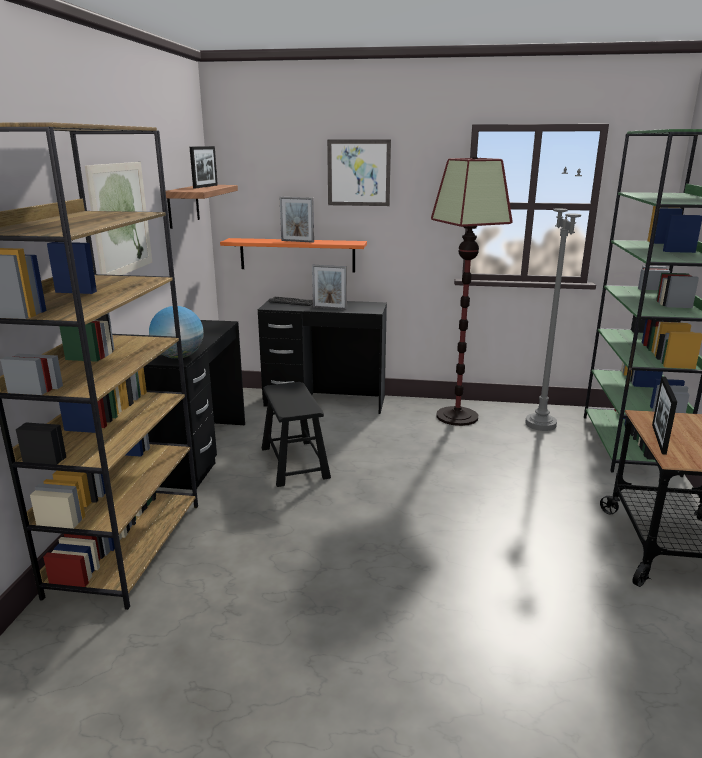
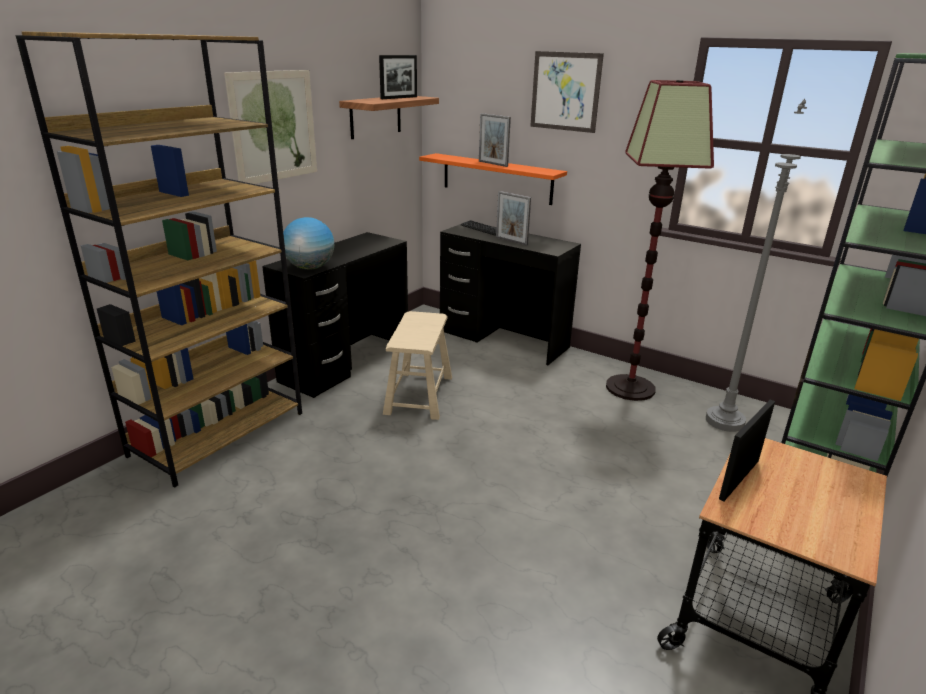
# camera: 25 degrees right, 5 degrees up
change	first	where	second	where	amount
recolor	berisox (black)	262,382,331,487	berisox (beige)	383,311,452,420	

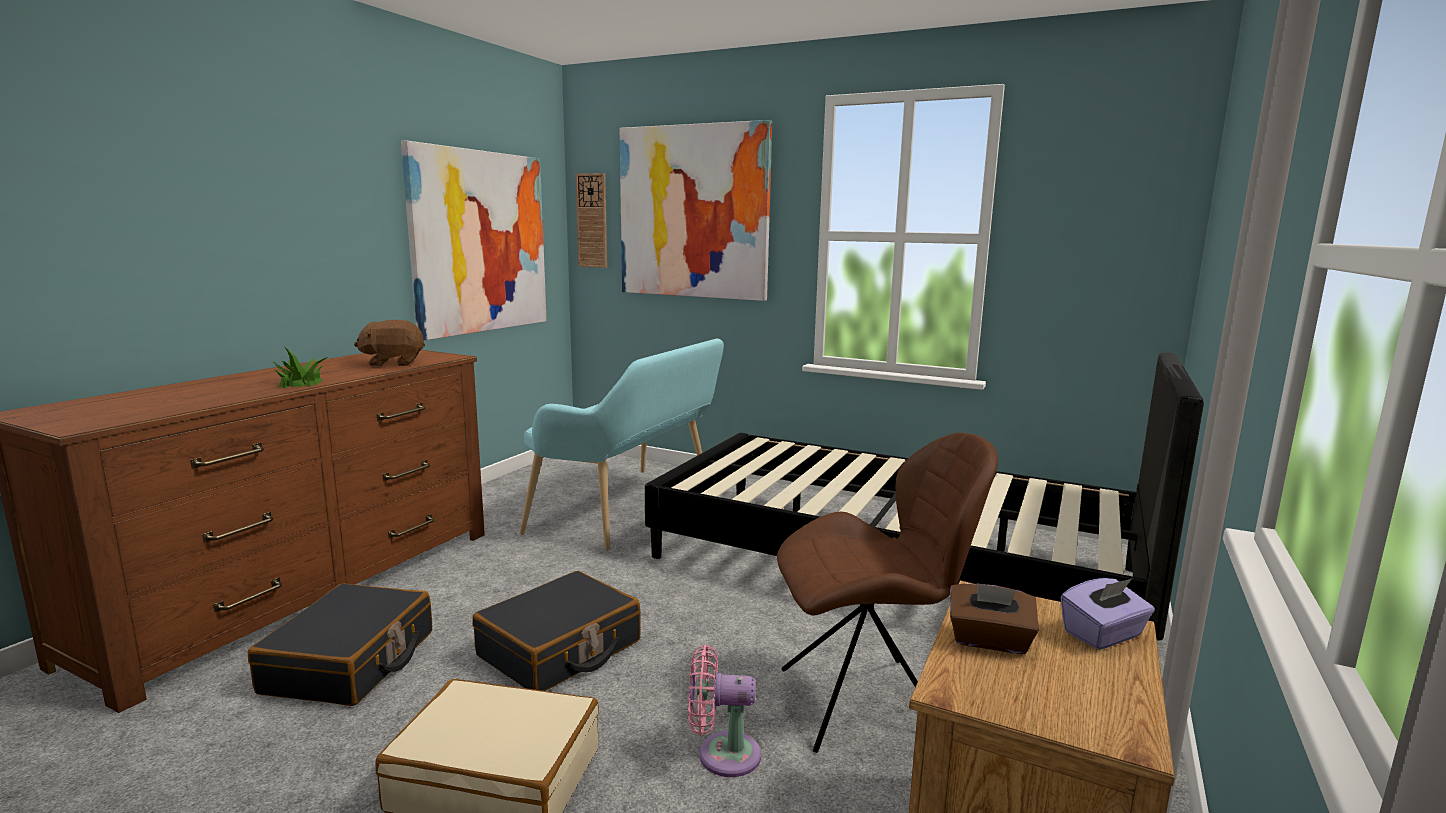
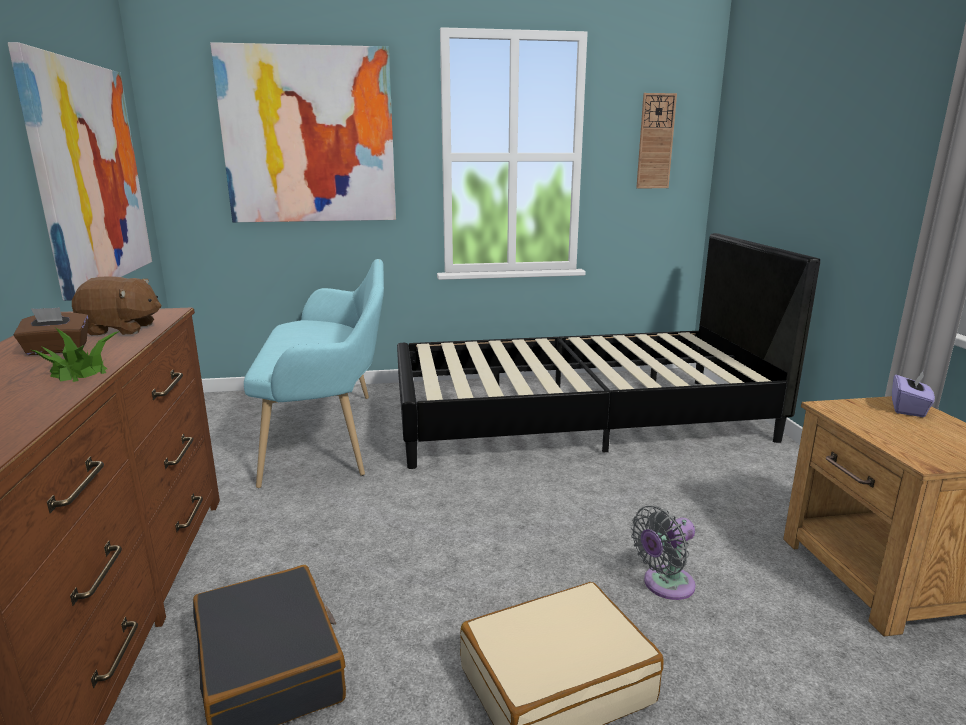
# camera: 35 degrees left, 5 degrees up
change	first	where	second	where	amount
delete	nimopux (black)	472,571,641,691			
delete	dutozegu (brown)	777,433,998,753			
move	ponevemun	576,173,607,268		636,93,677,189	
move	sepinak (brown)	950,583,1039,654		14,307,88,355	
recolor	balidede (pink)	688,645,761,777	balidede (grey)	631,505,696,600	
rotate	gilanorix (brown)	354,320,425,367		72,276,161,335	135 degrees counterclockwise

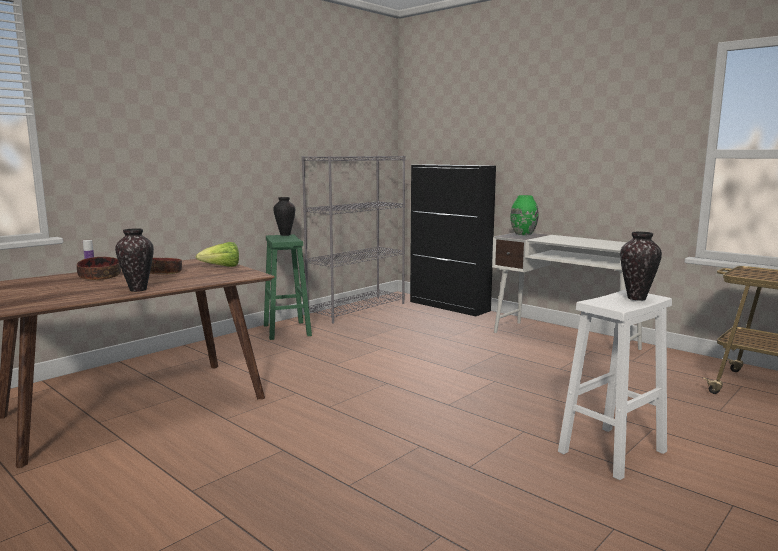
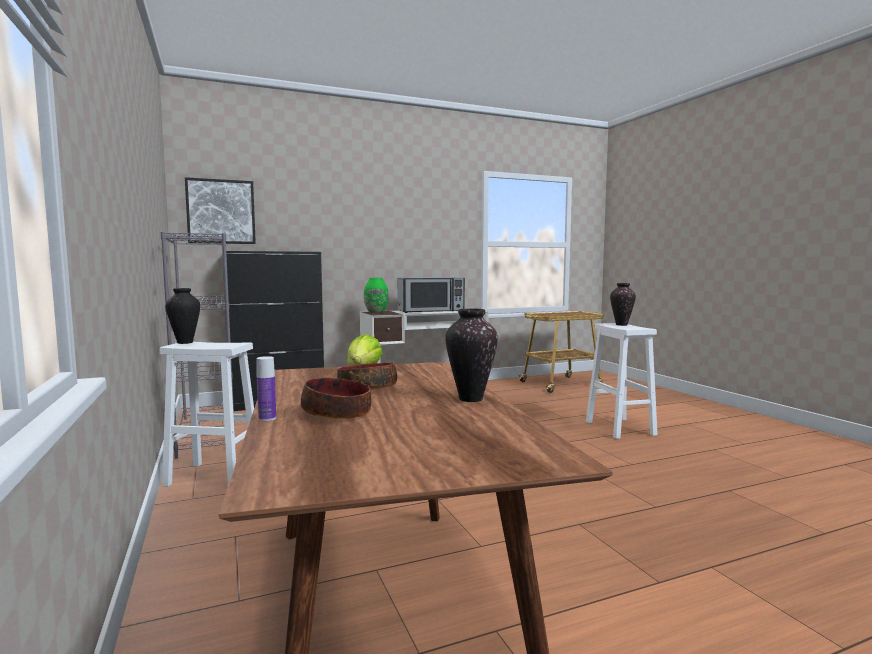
# camera: 65 degrees left, 5 degrees down
change	first	where	second	where	amount
insert			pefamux	185,177,256,244	
insert			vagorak	397,277,465,313	
recolor	berisox (green)	264,234,312,340	berisox (white)	159,342,254,487	

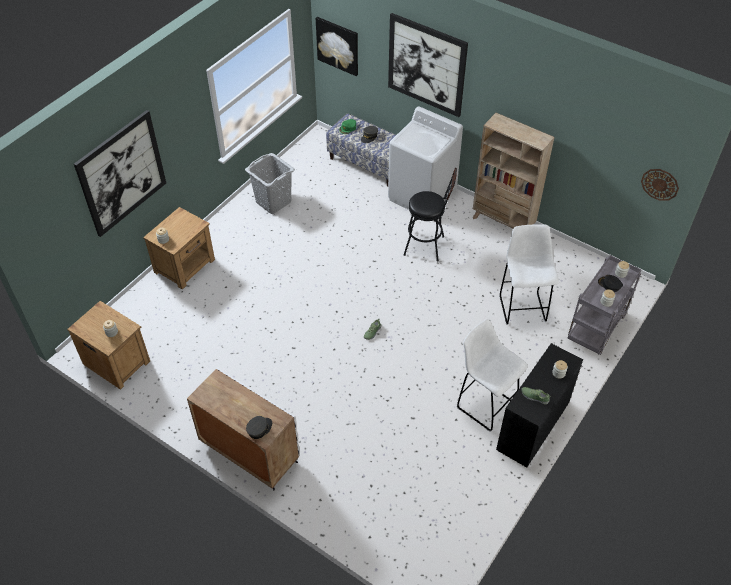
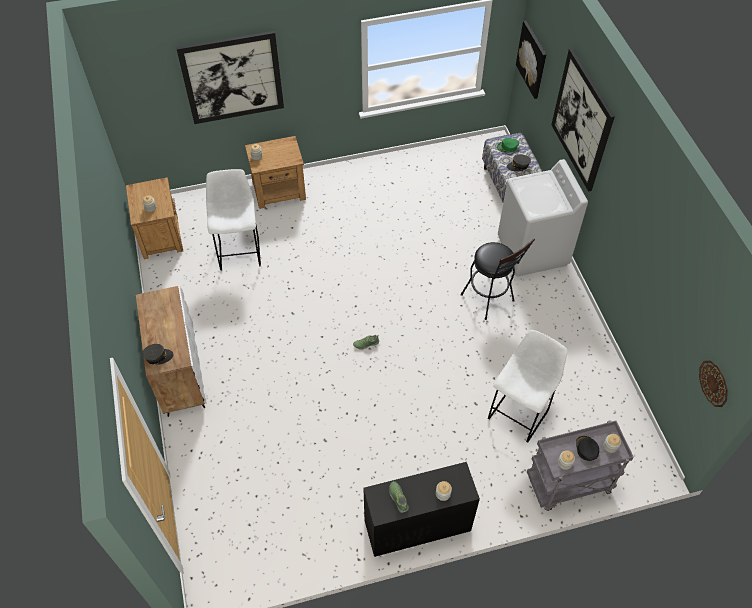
# camera: 40 degrees right, 5 degrees up
change	first	where	second	where	amount
delete	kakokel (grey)	245,153,295,214			
delete	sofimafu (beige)	473,113,555,228			
move	berisox (white)	457,319,528,432		206,169,261,271	

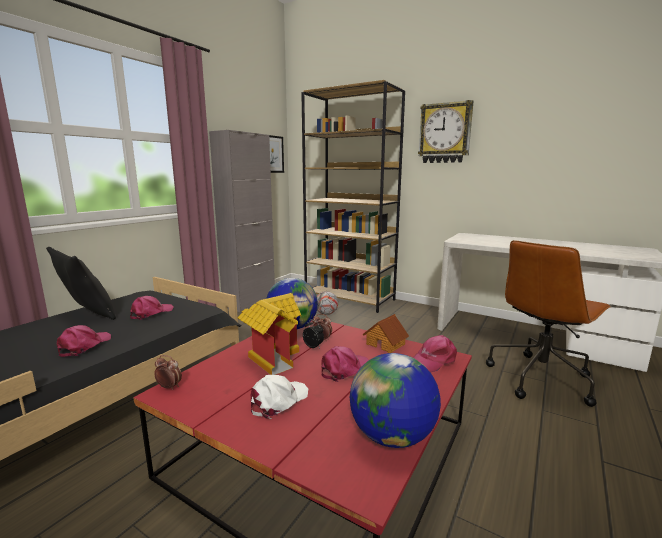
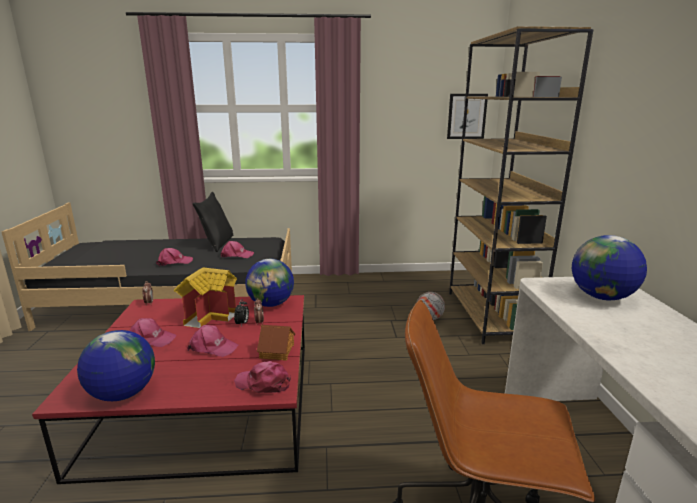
# camera: 55 degrees right, 5 degrees up
change	first	where	second	where	amount
delete	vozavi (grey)	209,130,275,312			
delete	ponevemun	418,100,474,163			
insert			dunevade	572,235,647,300	
recolor	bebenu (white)	251,375,308,419	bebenu (pink)	129,318,177,347	

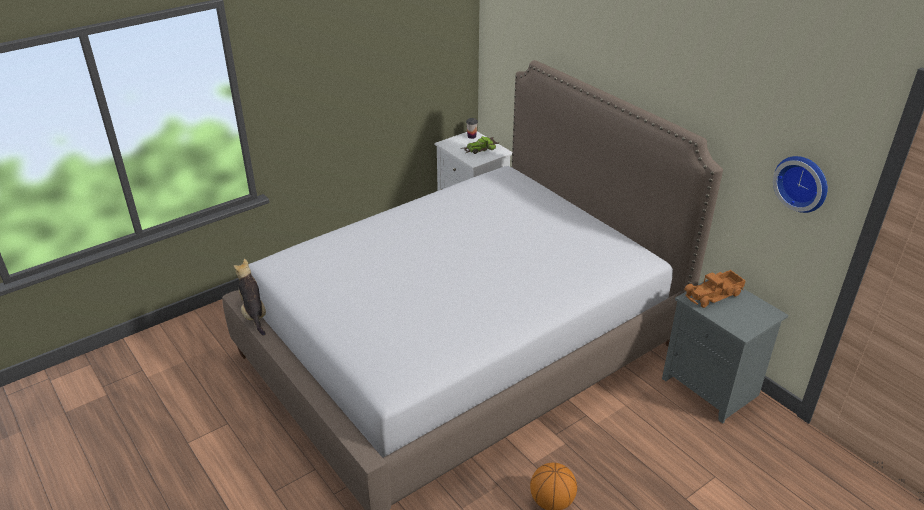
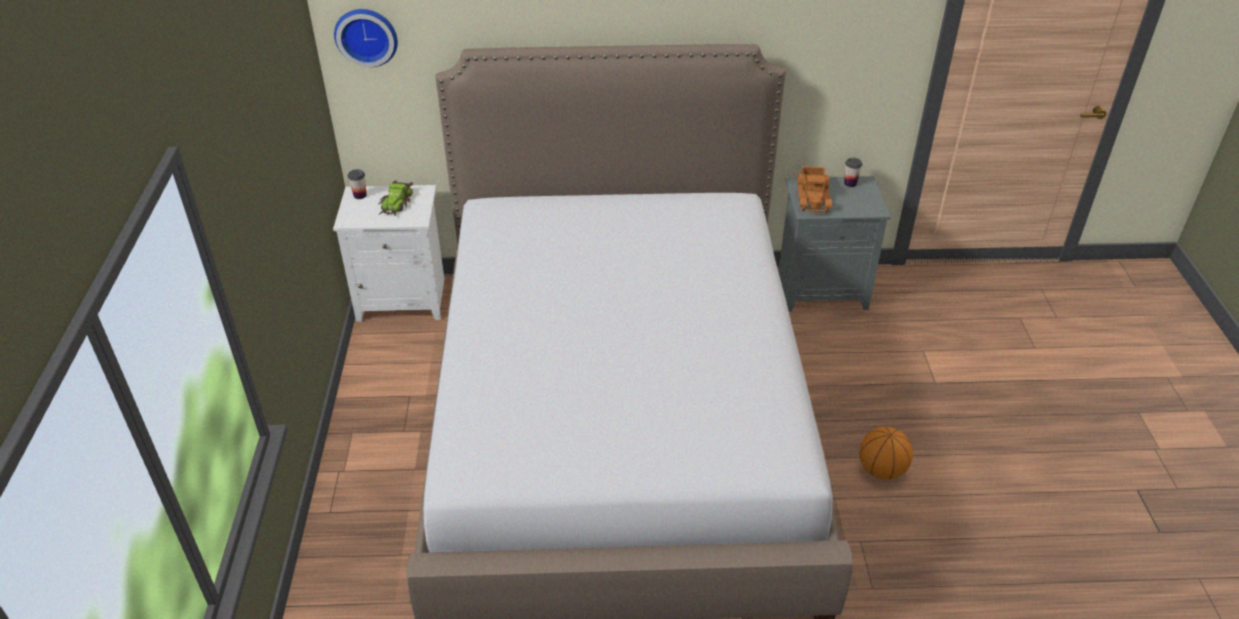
# camera: 55 degrees left, 5 degrees up
change	first	where	second	where	amount
delete	gilanorix	234,259,266,336			
insert			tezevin	844,158,862,187	
move	ponevemun	773,156,828,213		334,9,398,67	

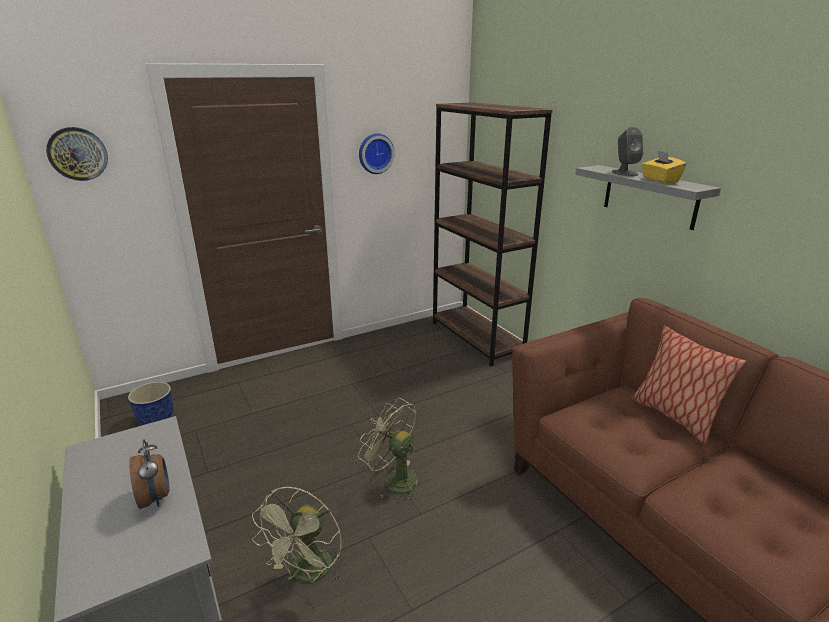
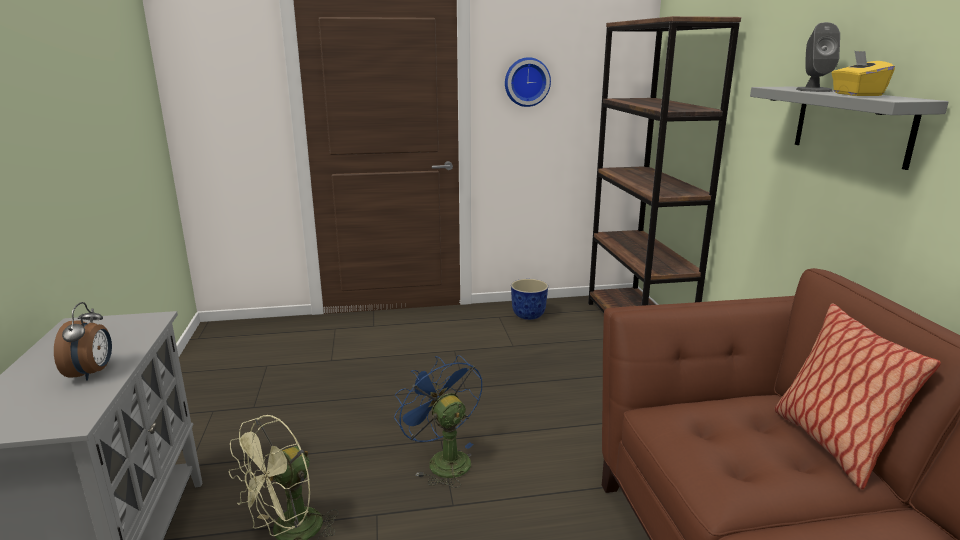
# camera: 20 degrees right, 5 degrees down
change	first	where	second	where	amount
delete	ponevemun	46,127,108,181			
move	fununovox	128,382,174,425		511,279,548,320	
recolor	balidede (green)	358,398,419,503	balidede (blue)	394,355,482,488	

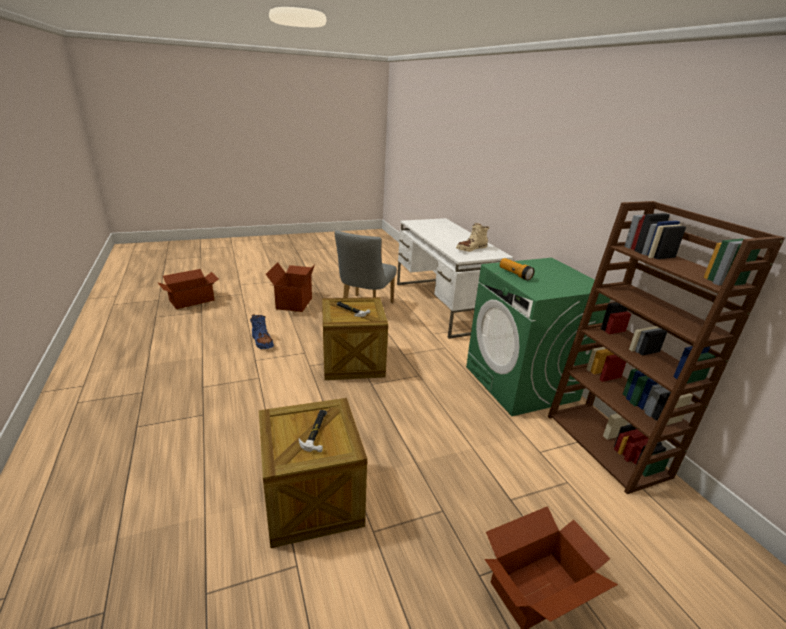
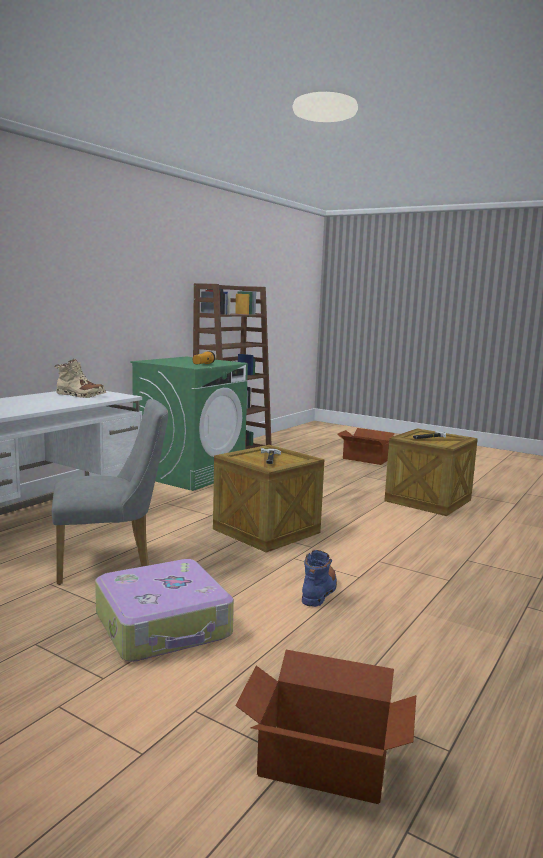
# camera: 125 degrees left, 15 degrees down
change	first	where	second	where	amount
replace	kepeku	266,262,315,312	nimopux	95,559,234,662	

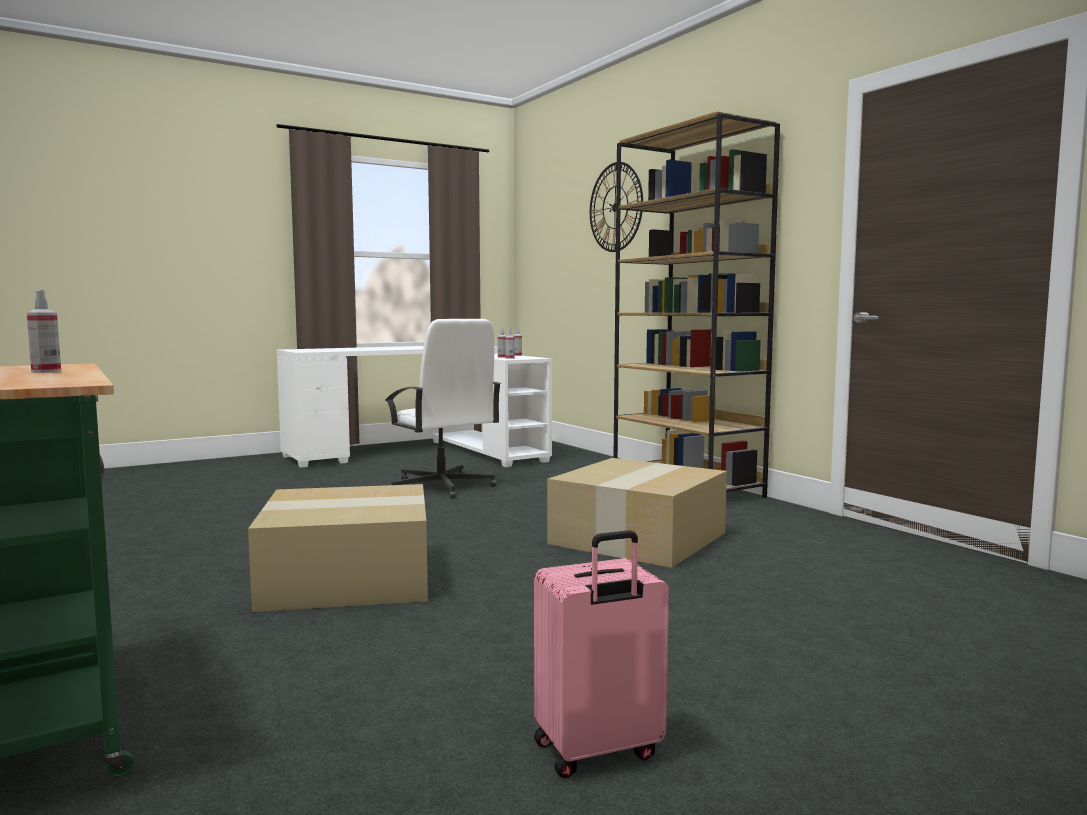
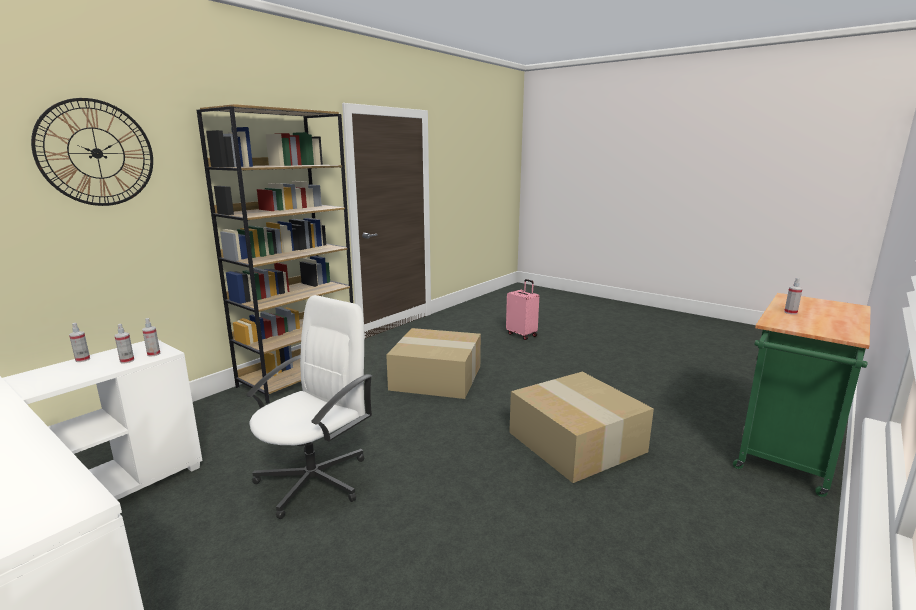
# camera: 110 degrees left, 10 degrees up
change	first	where	second	where	amount
move	nimopux (pink)	534,530,669,778		506,279,539,340	

